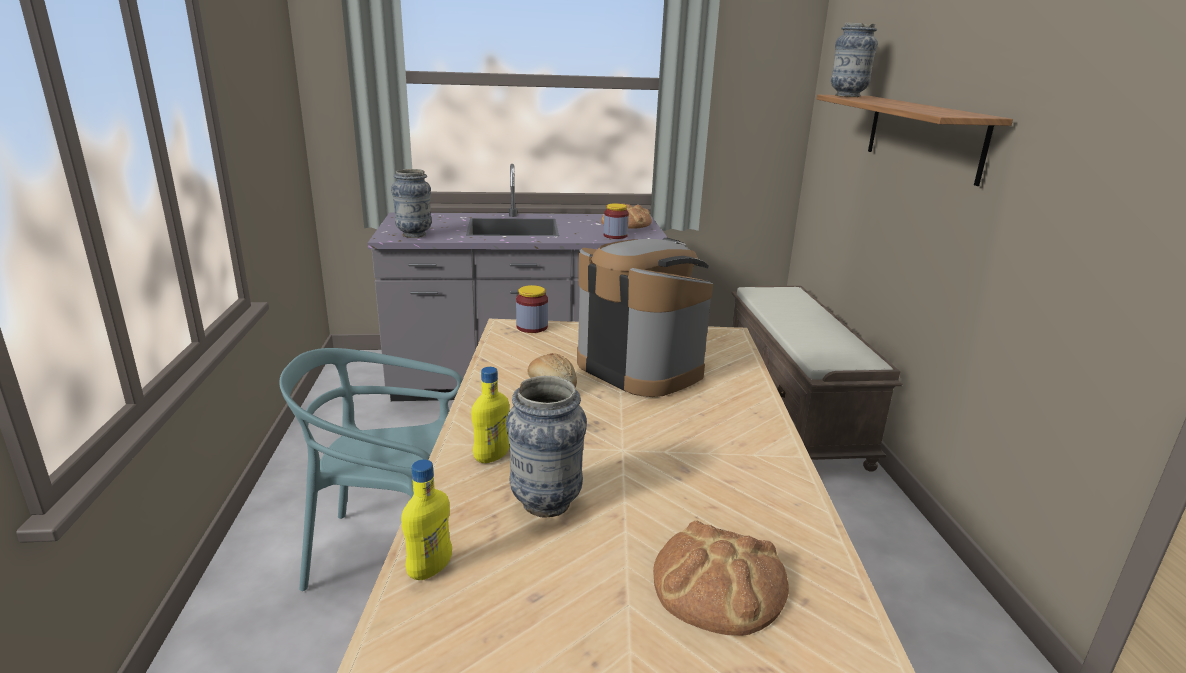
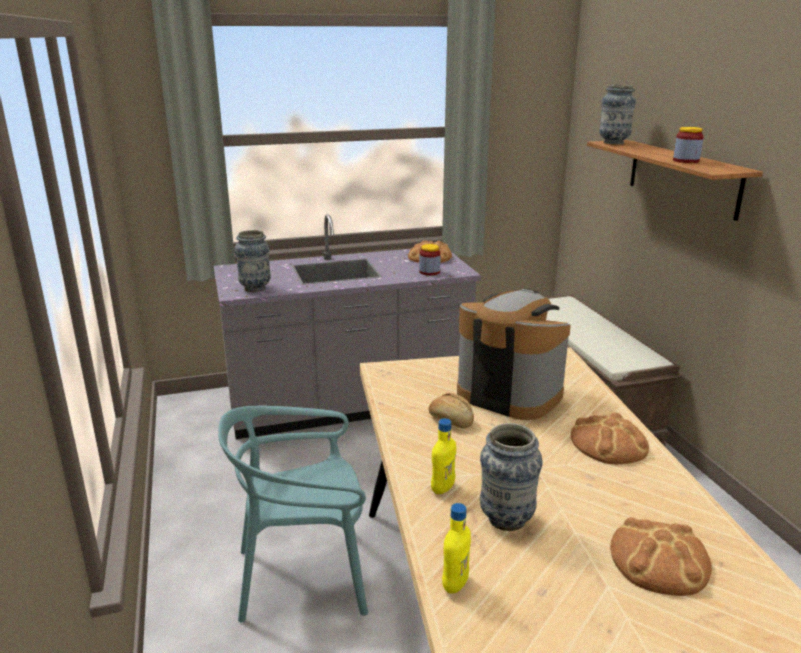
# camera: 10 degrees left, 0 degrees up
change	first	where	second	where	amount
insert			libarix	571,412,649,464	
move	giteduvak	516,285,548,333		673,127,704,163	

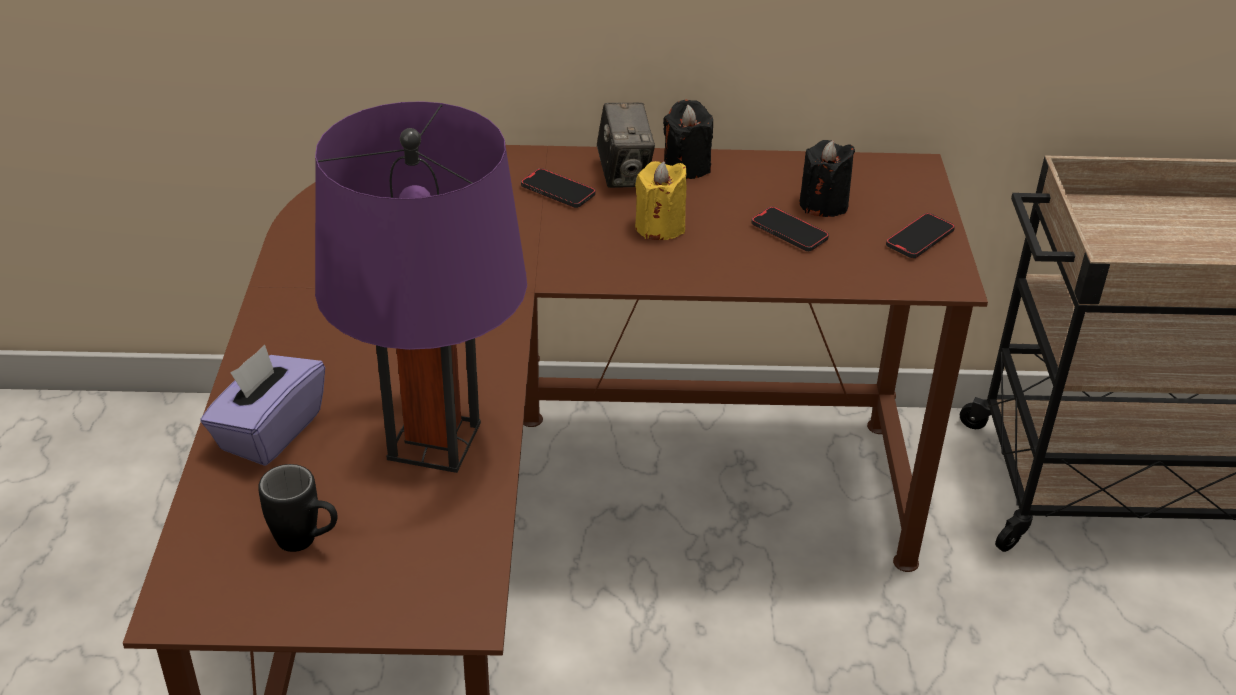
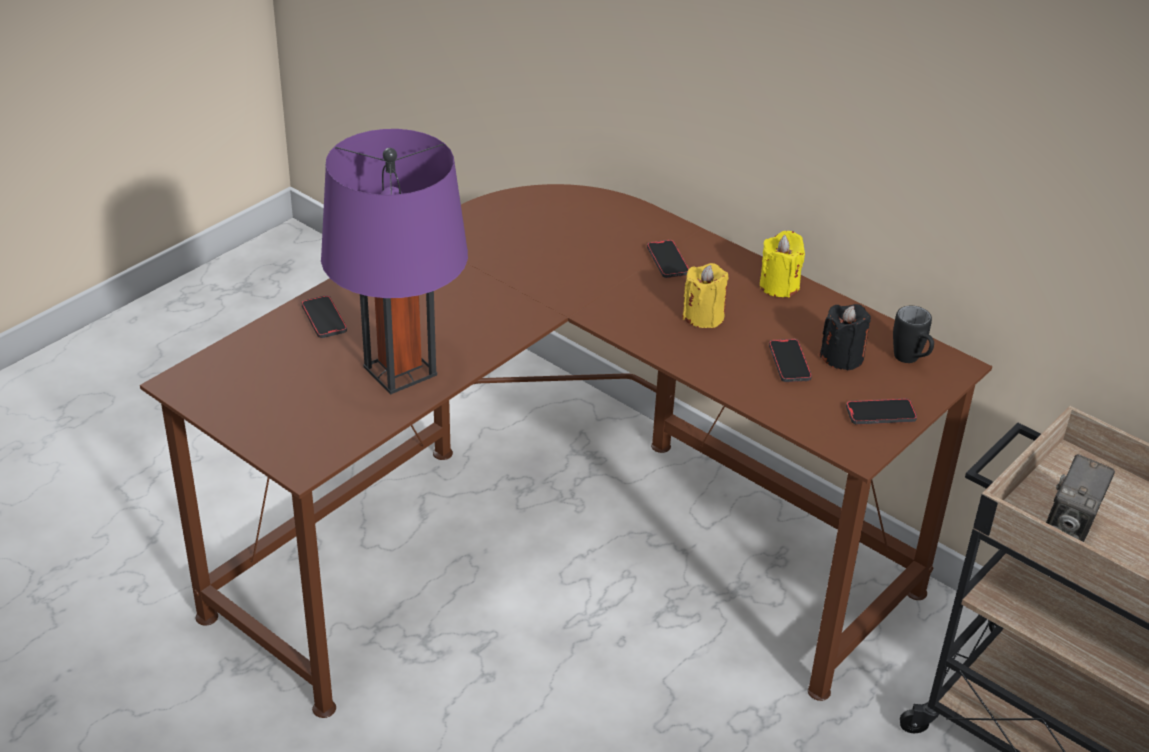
# camera: 40 degrees right, 0 degrees up
change	first	where	second	where	amount
move	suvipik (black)	258,464,338,552		893,306,934,363	
move	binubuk	597,103,655,188		1046,454,1115,542	
replace	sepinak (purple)	200,345,325,466	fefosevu	302,295,347,338	
recolor	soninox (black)	663,100,713,179	soninox (yellow)	760,231,805,298	

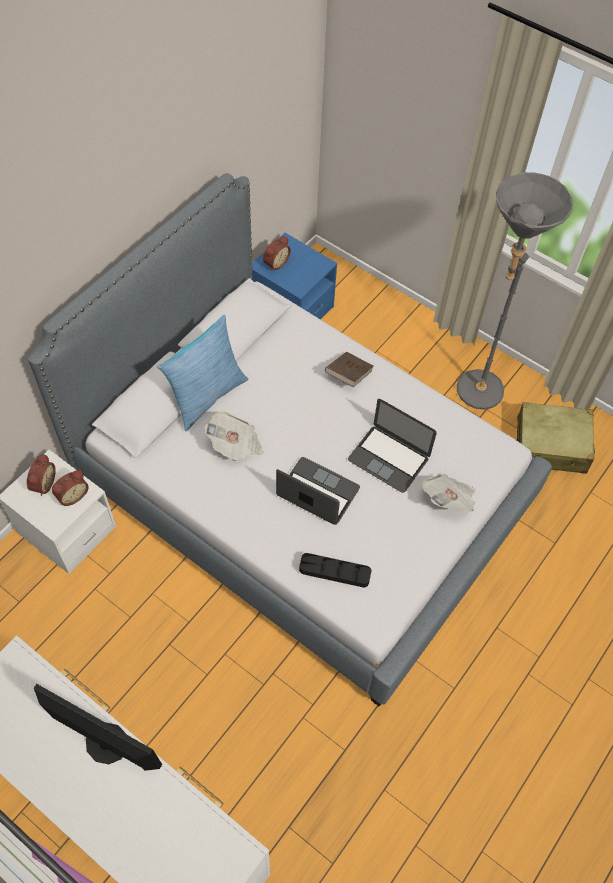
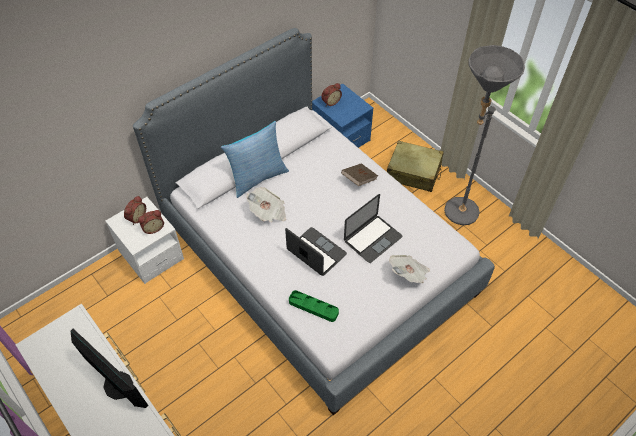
# camera: 15 degrees right, 5 degrees down
change	first	where	second	where	amount
move	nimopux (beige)	517,402,595,474		387,141,444,192	
recolor	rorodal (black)	299,553,372,588	rorodal (green)	289,290,339,322	
rotate	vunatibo	348,399,437,493		344,194,403,263	90 degrees counterclockwise

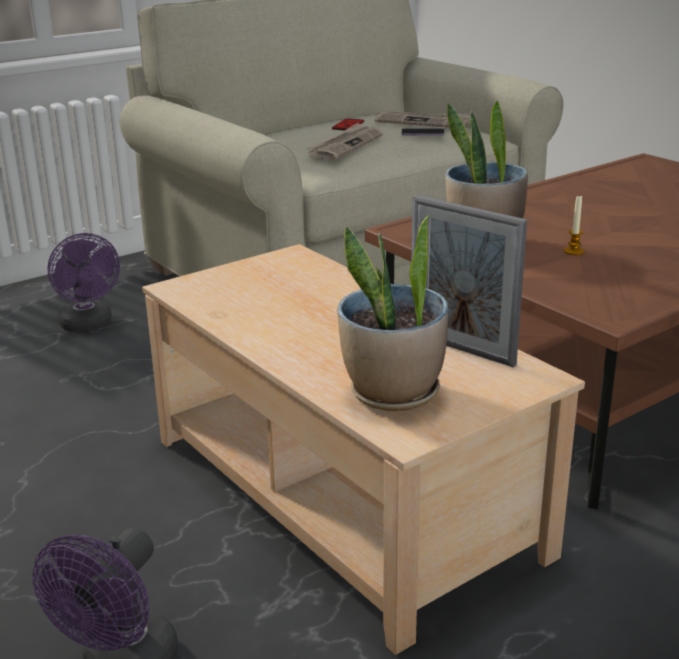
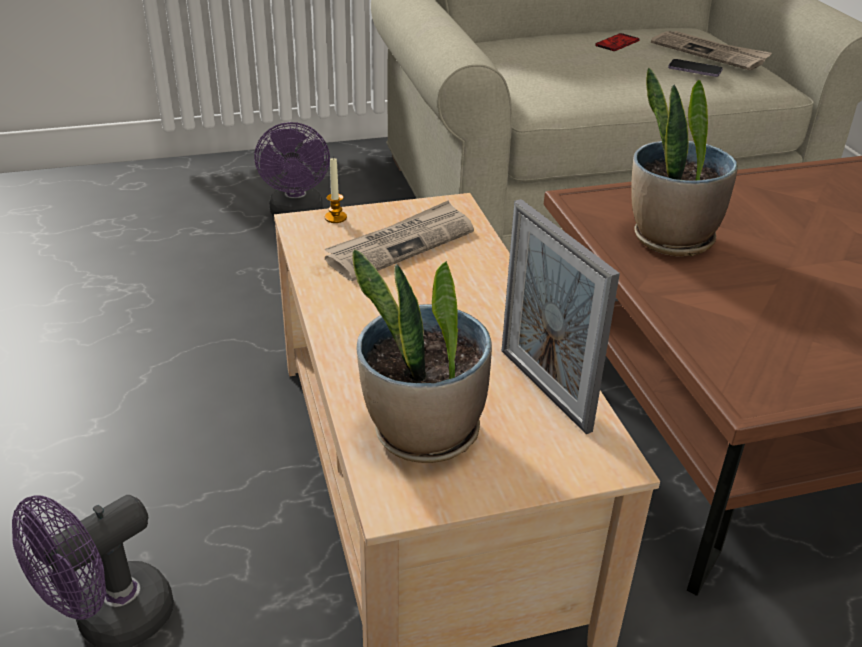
# camera: 20 degrees right, 10 degrees up
change	first	where	second	where	amount
move	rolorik	305,123,383,160		325,201,474,281	
move	soninox	564,194,584,255		325,157,347,223	

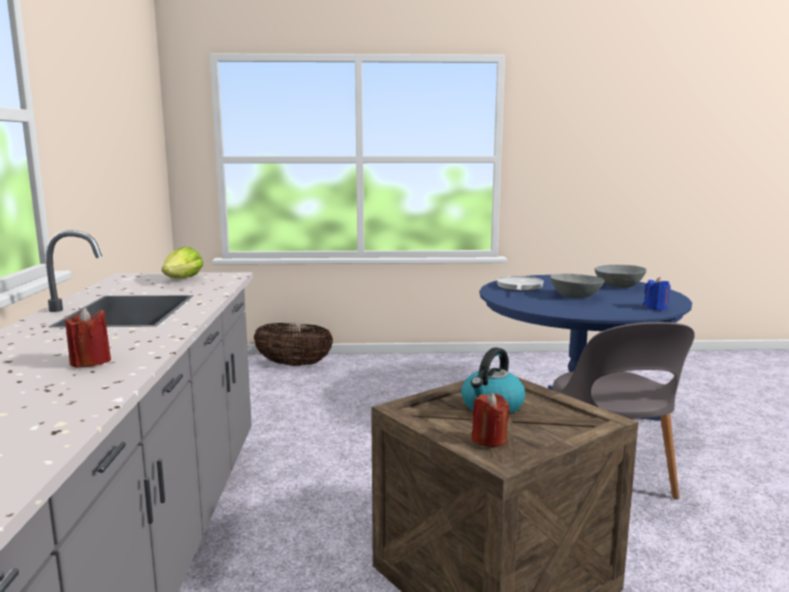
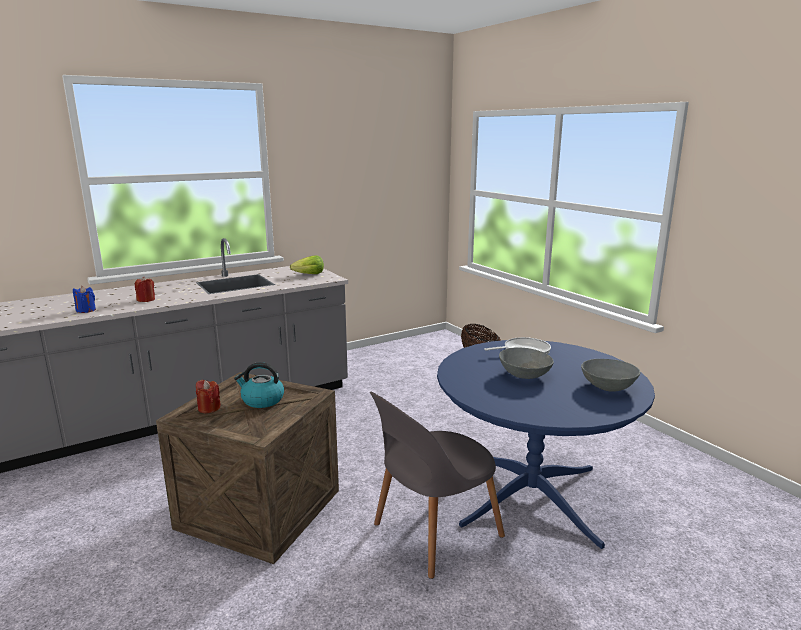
# camera: 60 degrees right, 5 degrees up
change	first	where	second	where	amount
move	soninox (blue)	643,277,671,310		73,286,96,313	

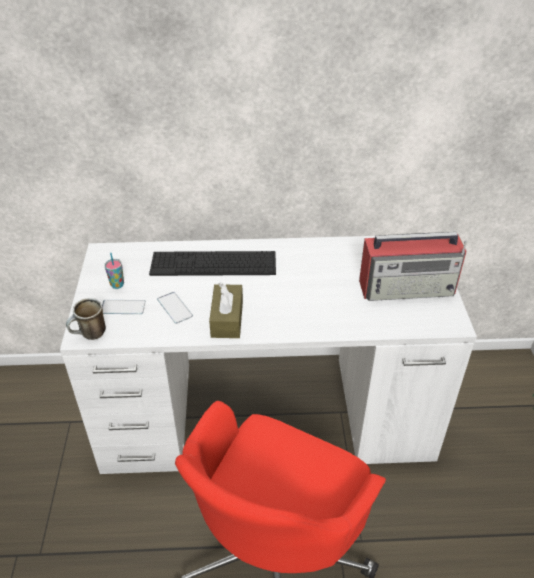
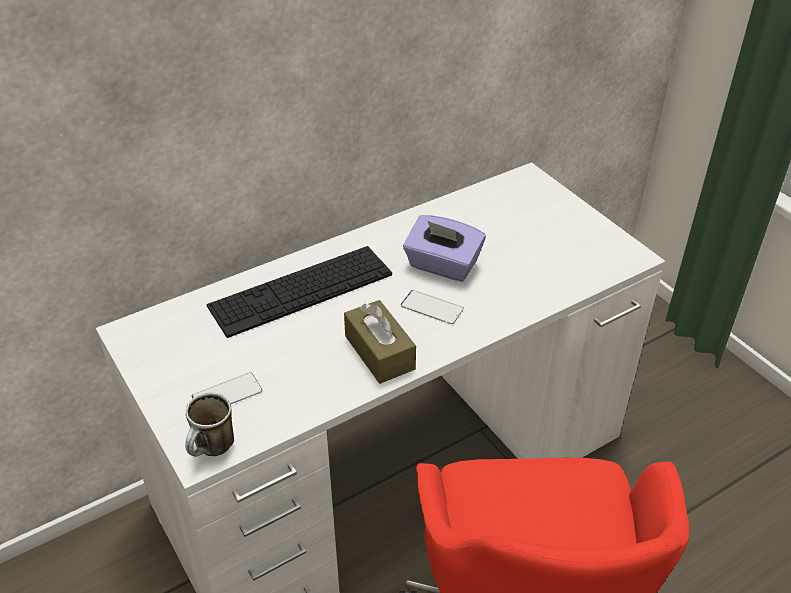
# camera: 30 degrees left, 0 degrees up
change	first	where	second	where	amount
delete	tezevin	104,253,124,289			
delete	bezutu	359,232,467,301			
insert			sepinak (purple)	403,215,486,282	
move	fefosevu	157,292,193,324		400,290,464,324	

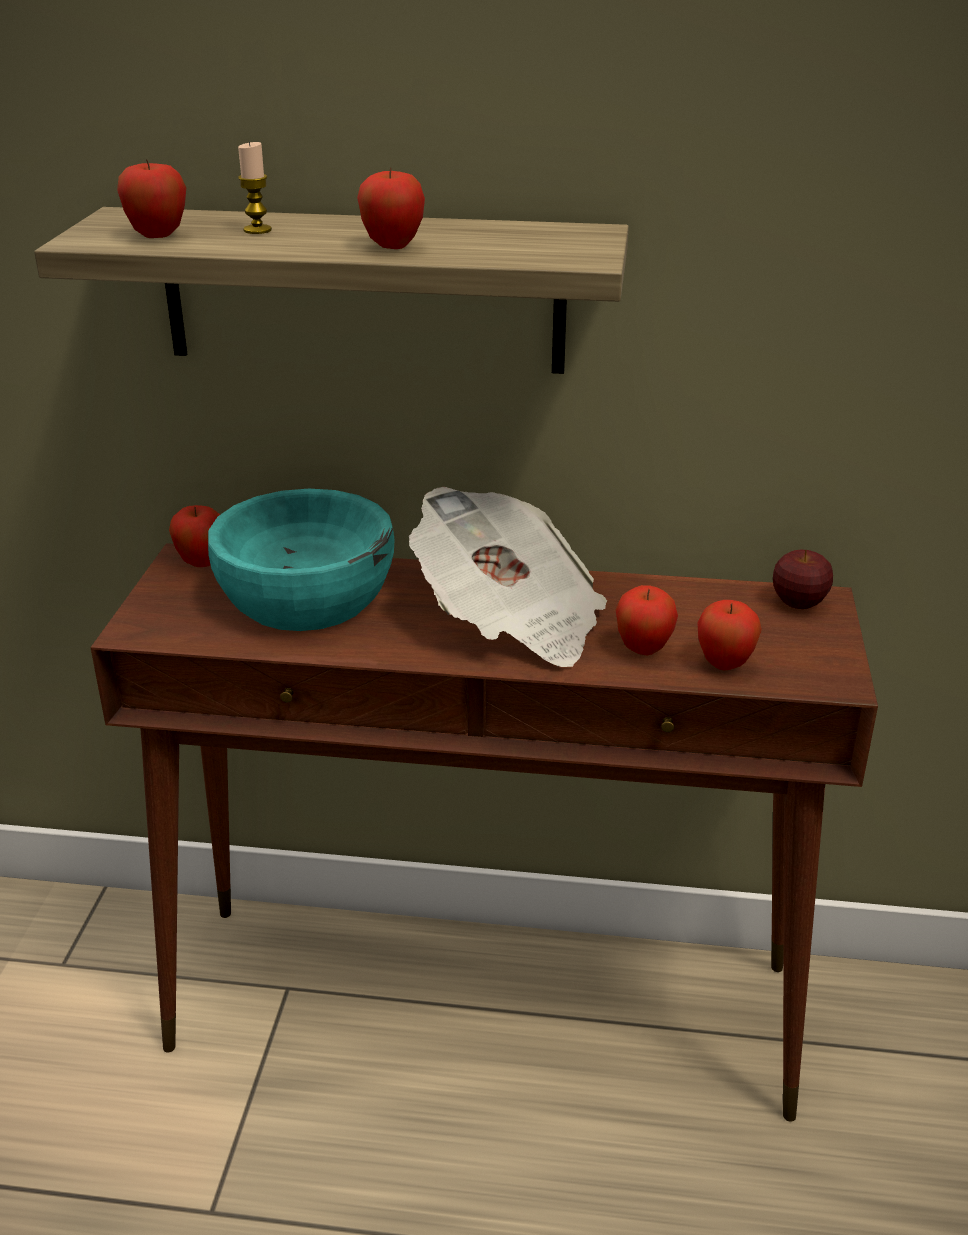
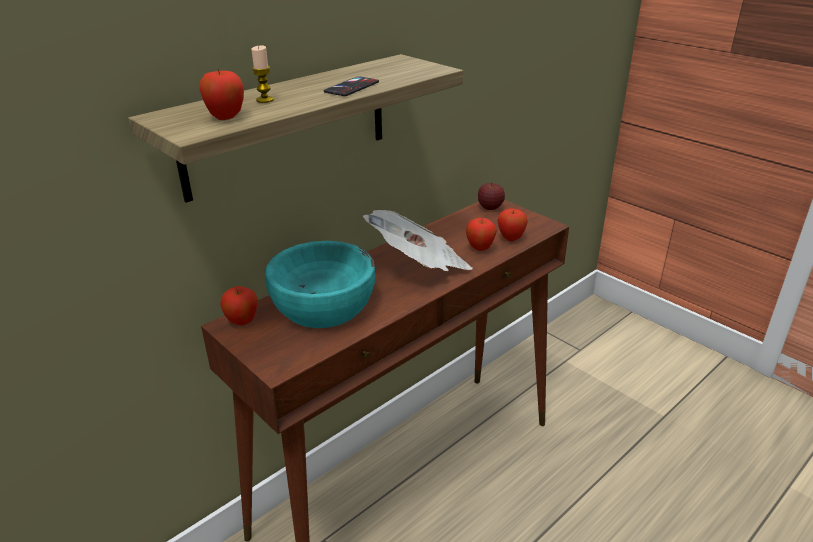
# camera: 50 degrees left, 0 degrees up
change	first	where	second	where	amount
replace	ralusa	357,167,425,249	fefosevu	324,76,379,96	

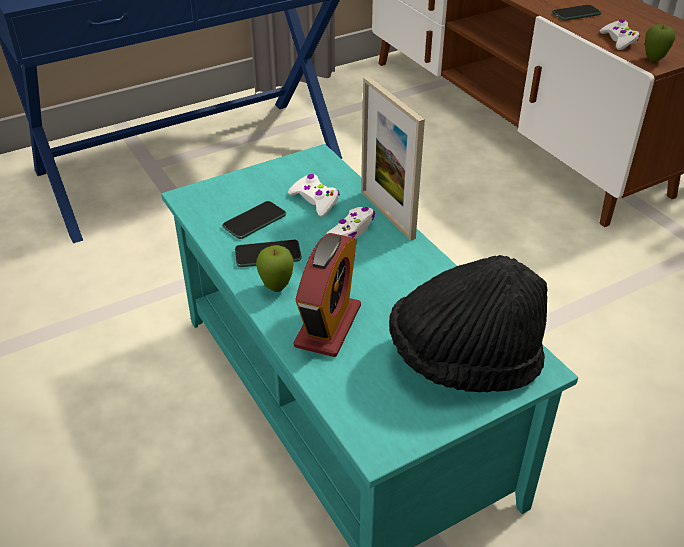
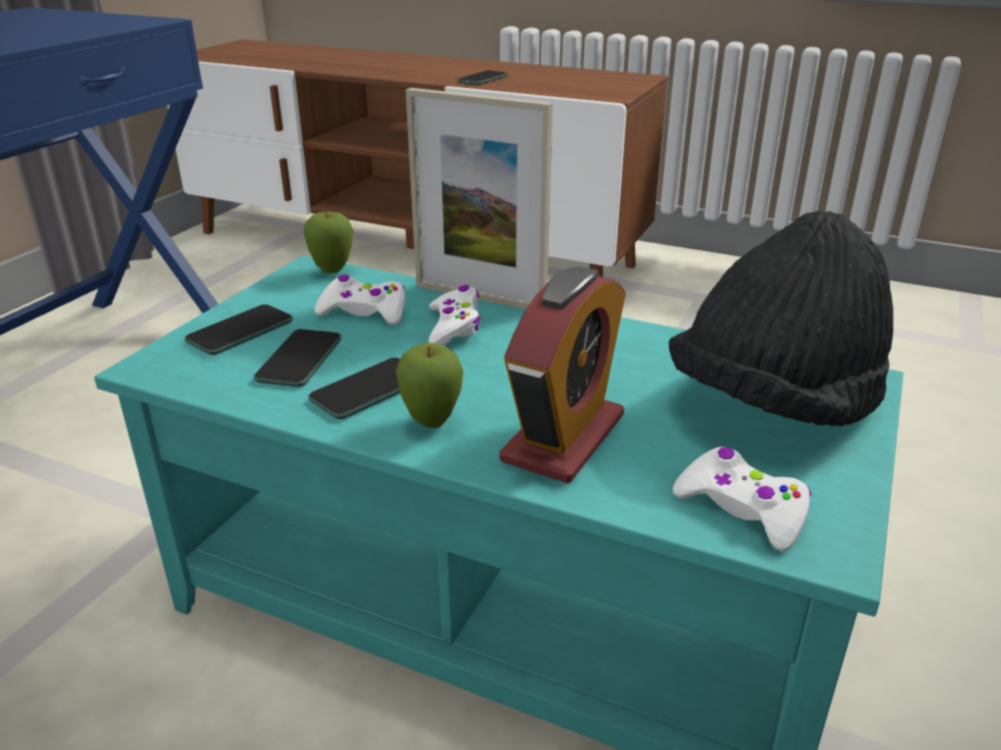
# camera: 35 degrees left, 10 degrees down
change	first	where	second	where	amount
insert			fefosevu	185,304,293,355	
move	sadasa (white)	600,19,640,50		673,447,812,552	
move	ralusa	645,24,675,61		303,211,353,273	
rotate	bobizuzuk	294,233,361,357		499,267,626,483	45 degrees clockwise

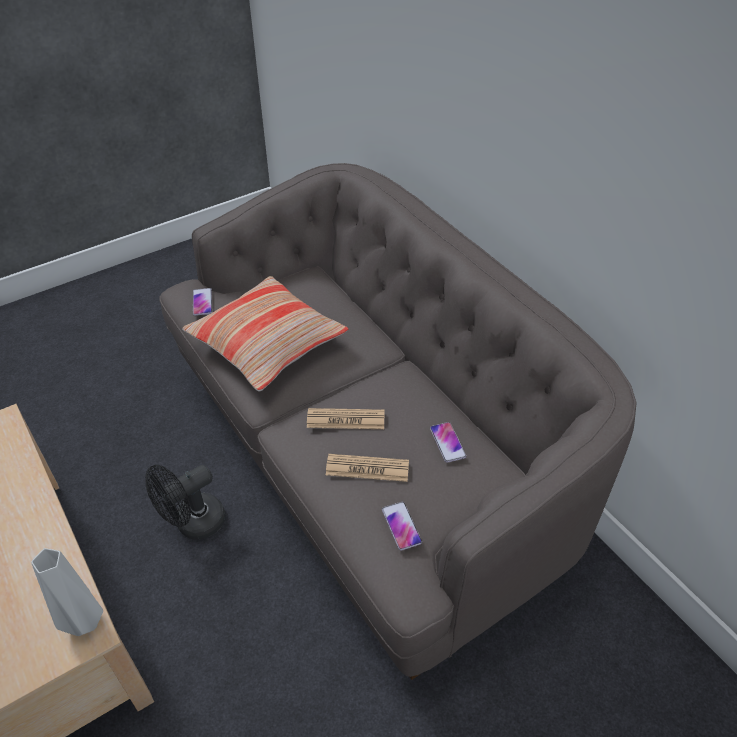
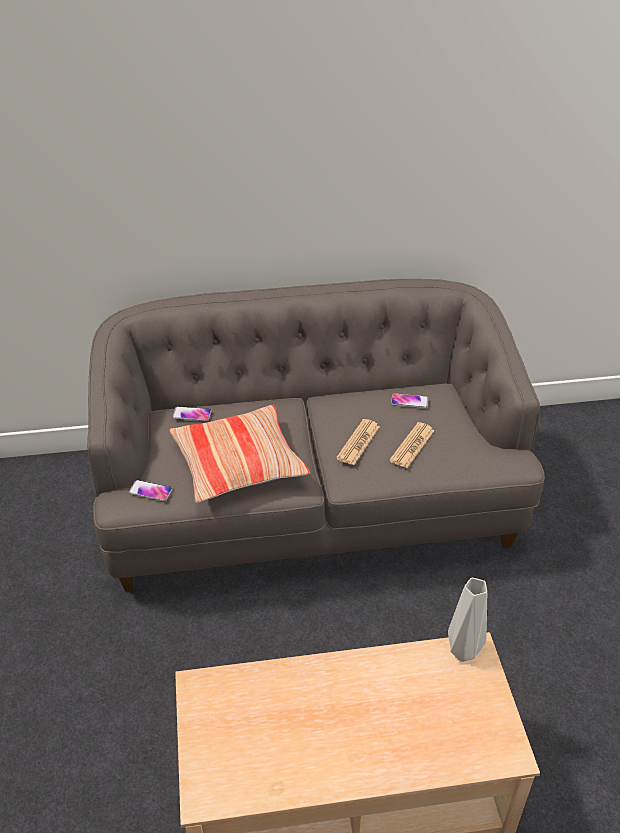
# camera: 65 degrees left, 5 degrees down
change	first	where	second	where	amount
delete	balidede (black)	145,465,226,540			
move	fefosevu	382,502,422,550		172,407,211,421	

